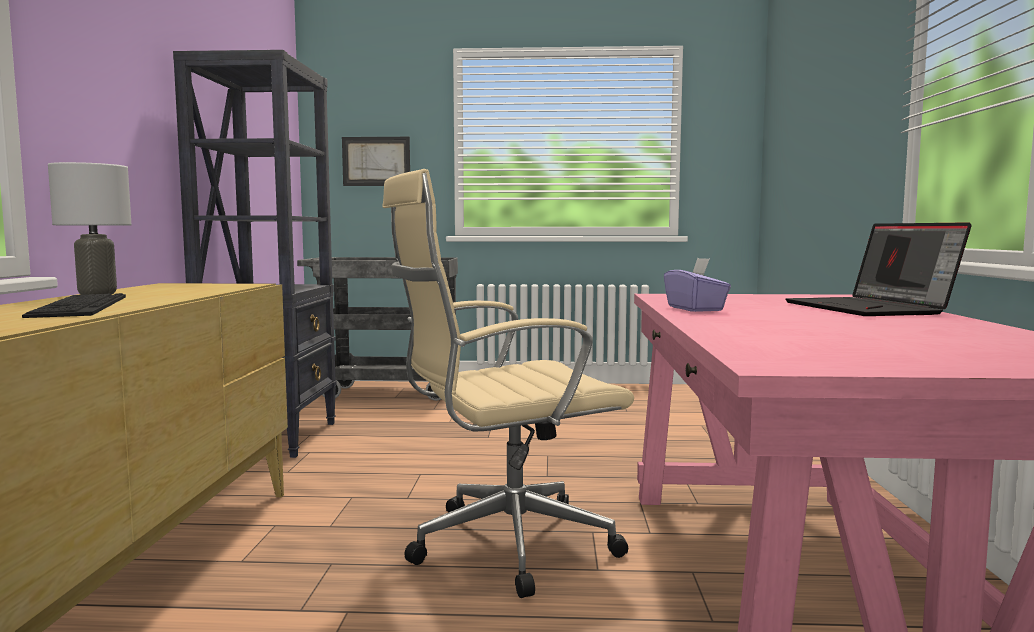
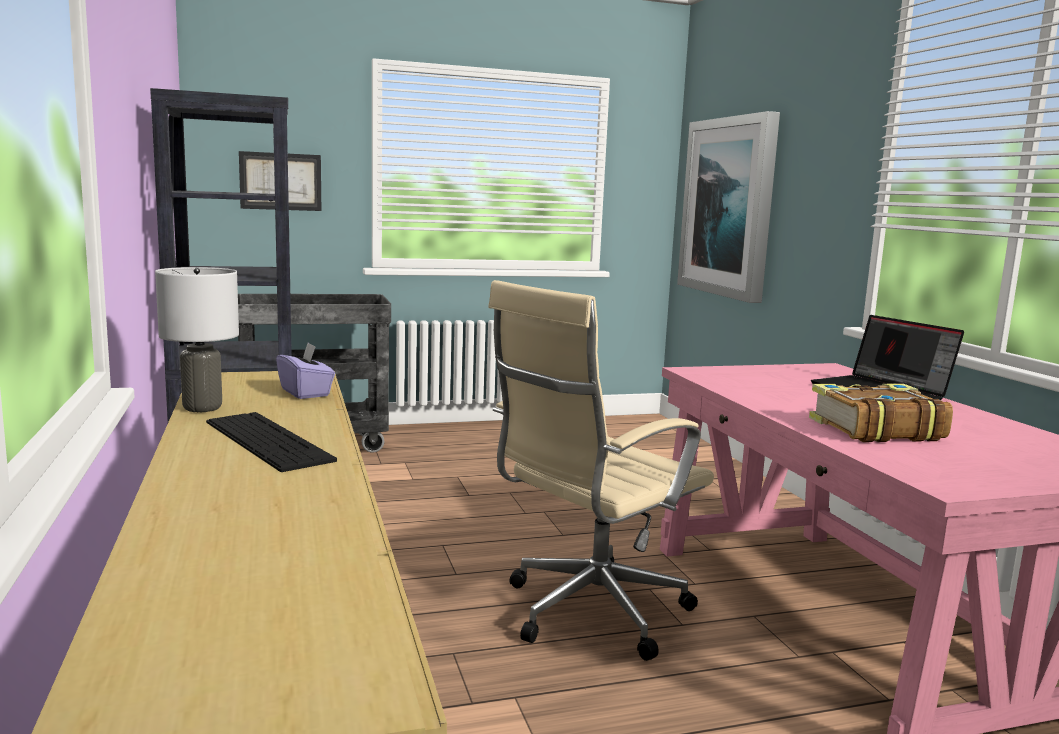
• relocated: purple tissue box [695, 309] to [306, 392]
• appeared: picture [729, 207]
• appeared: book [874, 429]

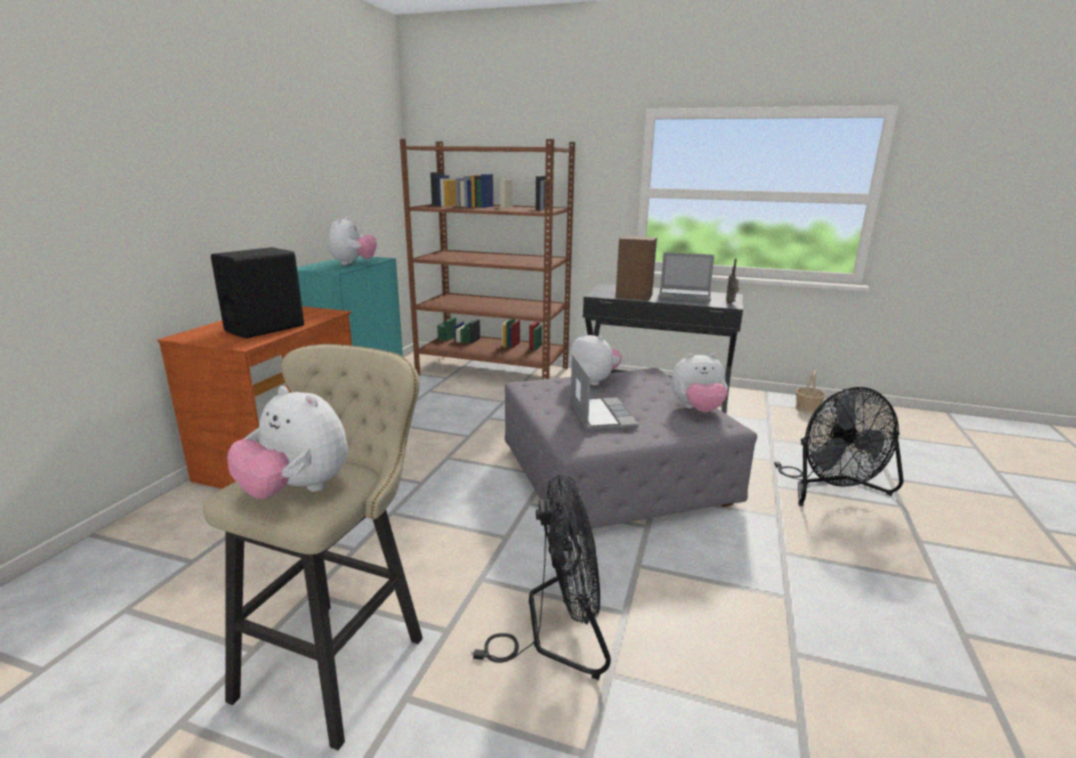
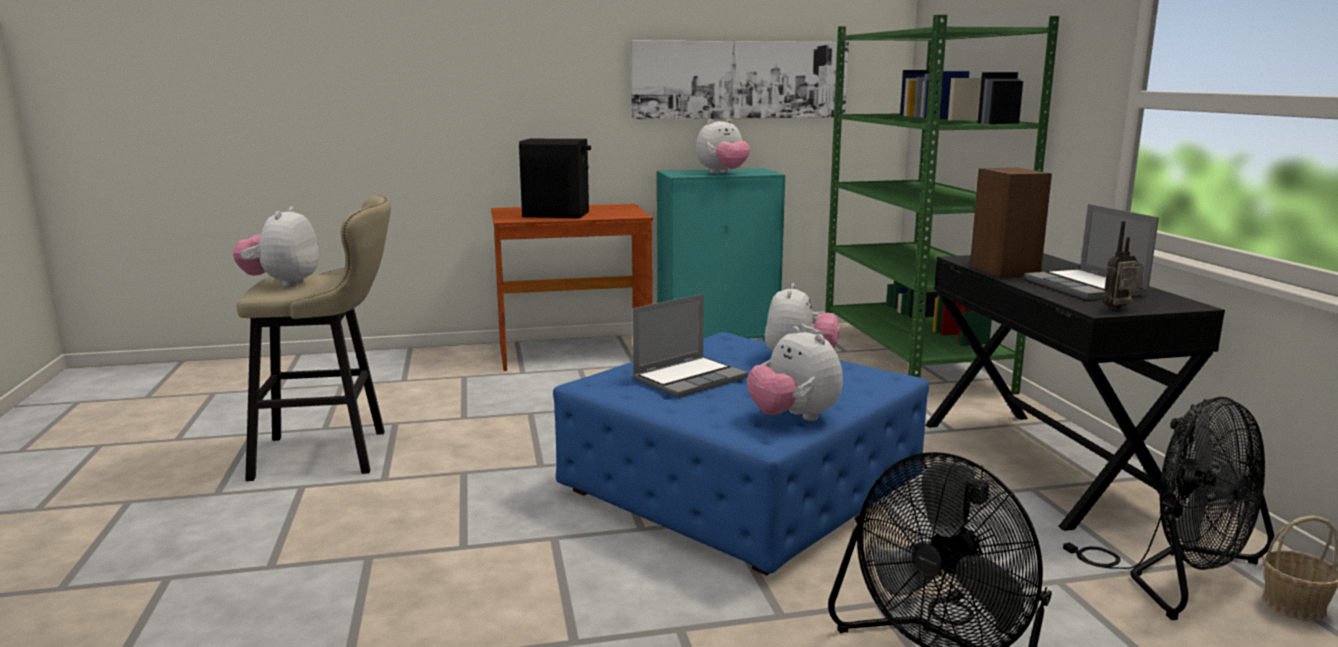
• colour: brown bookcase [493, 371] to green bookcase [912, 363]
• relocated: black fan [554, 625] to [1175, 575]
• colour: grey ottoman [613, 474] to blue ottoman [740, 486]
• appeared: picture [740, 80]

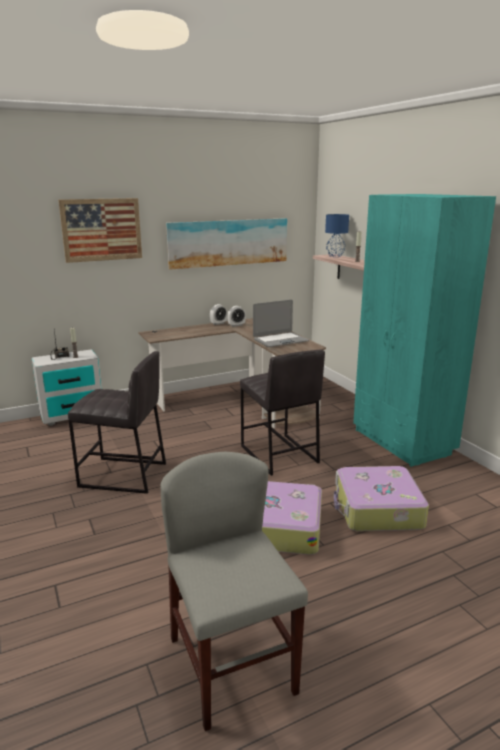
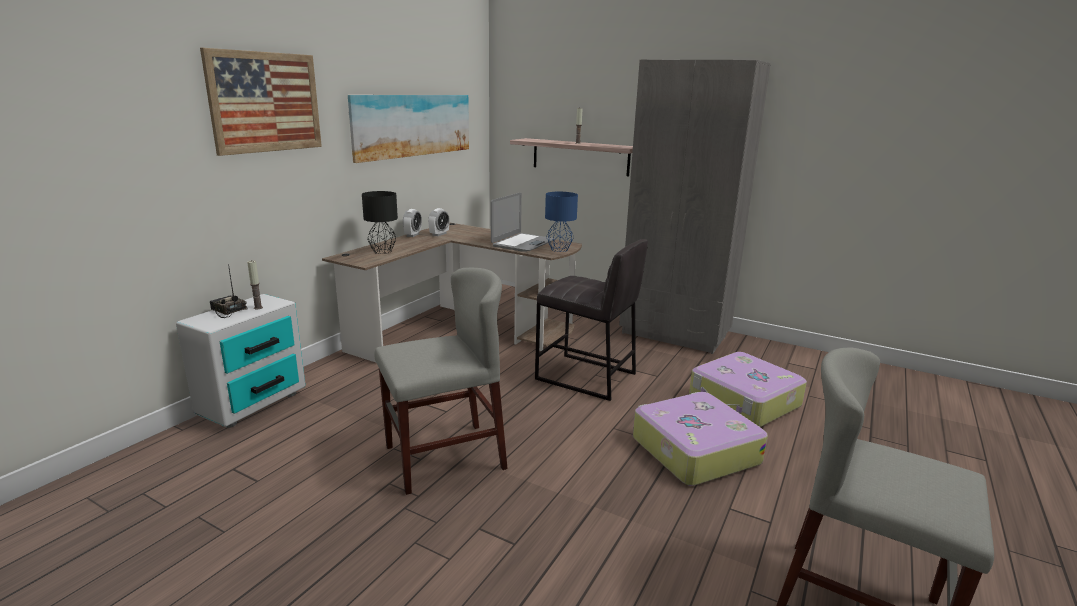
• exchanged: grey stool [123, 475] to grey chair [444, 457]
• relocated: blue table lamp [335, 256] to [559, 250]
• colour: turquoise wardrobe [403, 442] to grey wardrobe [675, 334]
• appeared: black table lamp [382, 252]

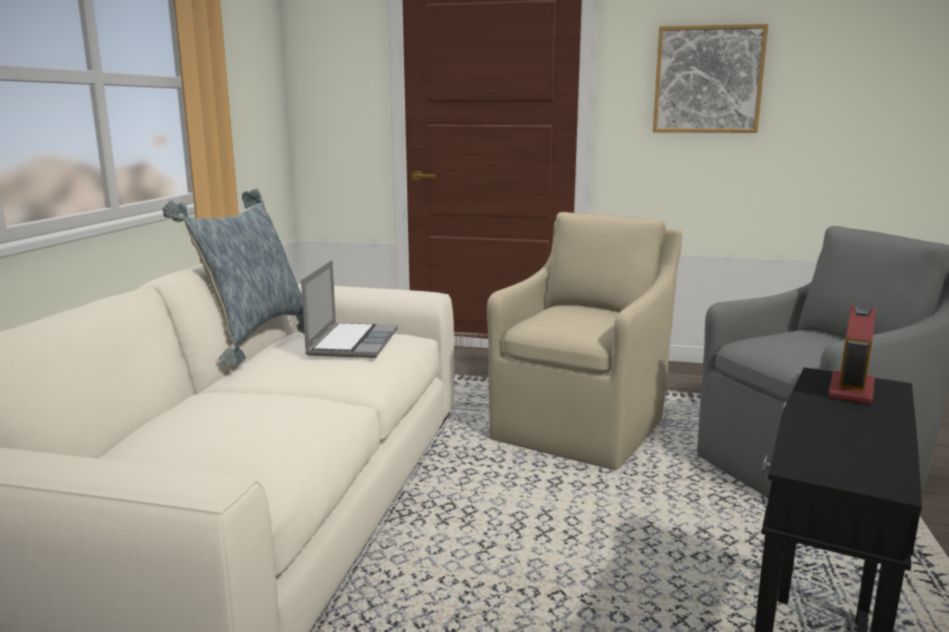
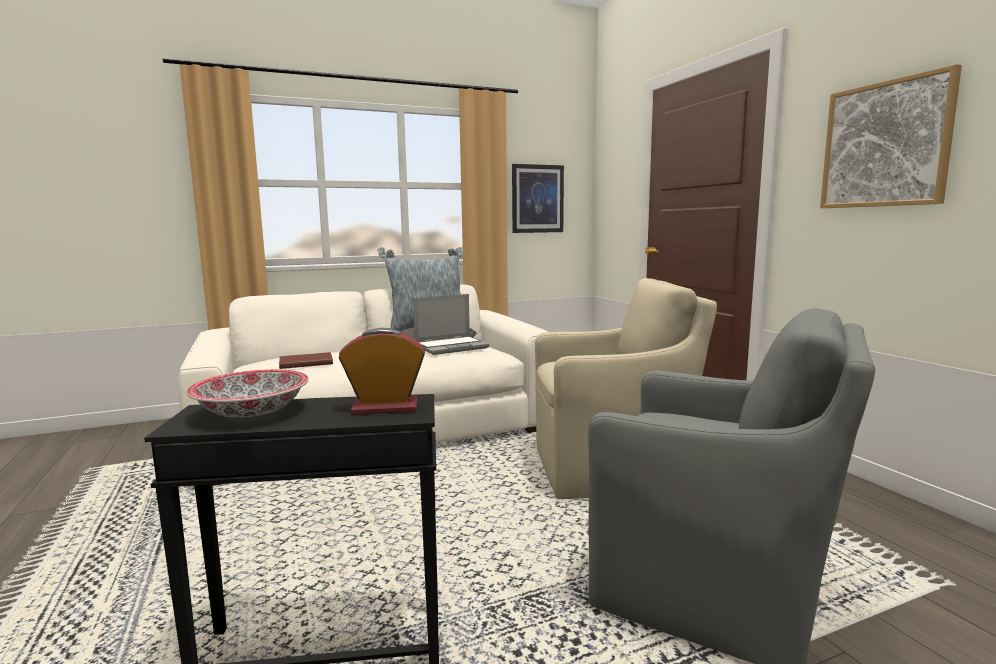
• appeared: bowl [251, 412]
• appeared: brown book [305, 363]
• appeared: picture [537, 199]

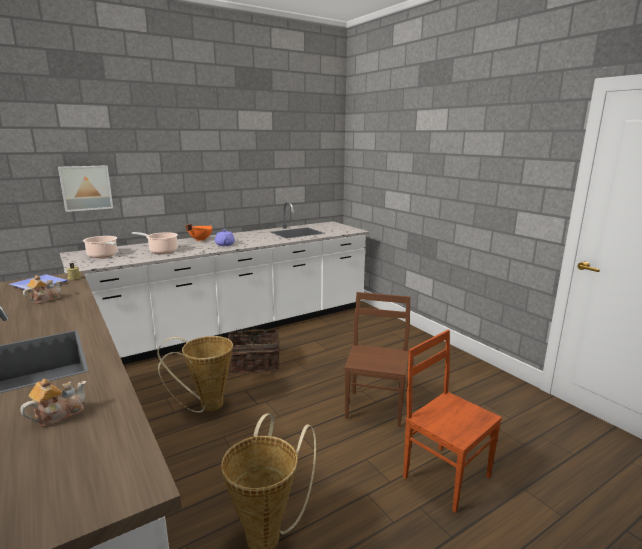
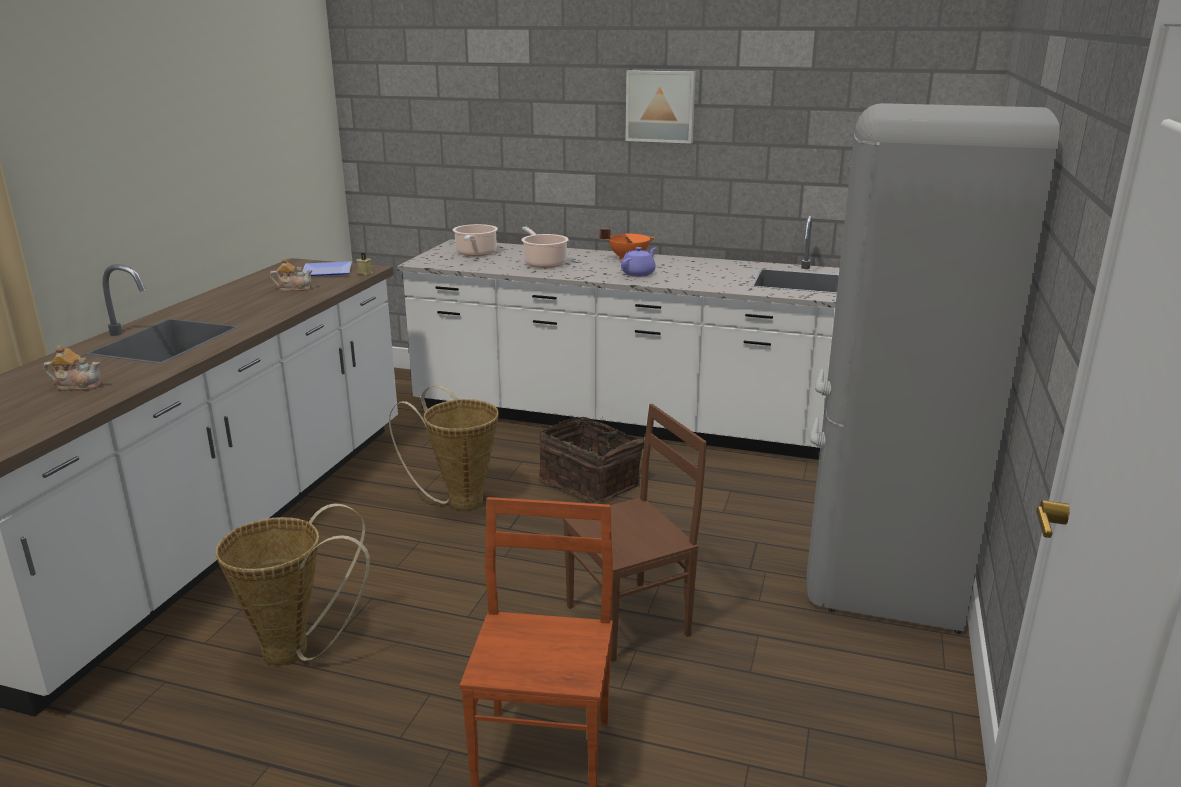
• relocated: picture [86, 188] to [660, 106]
• appeared: grey fridge [880, 579]

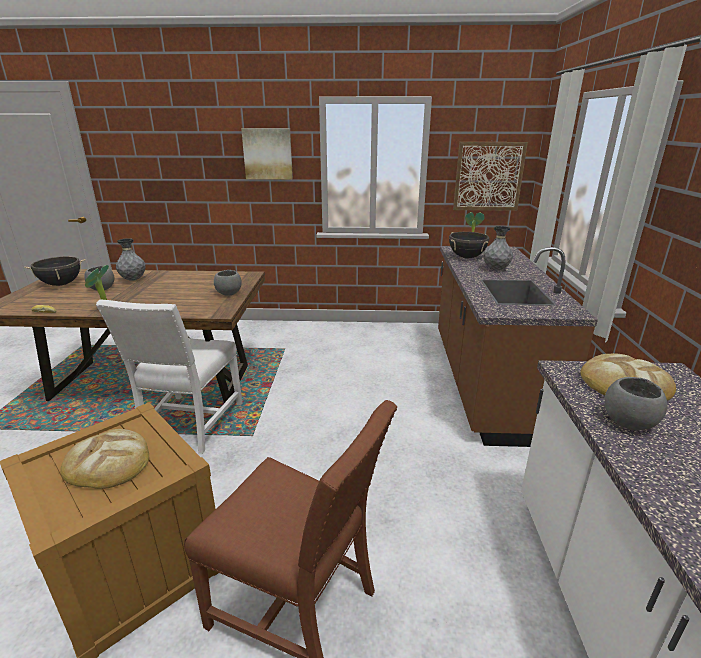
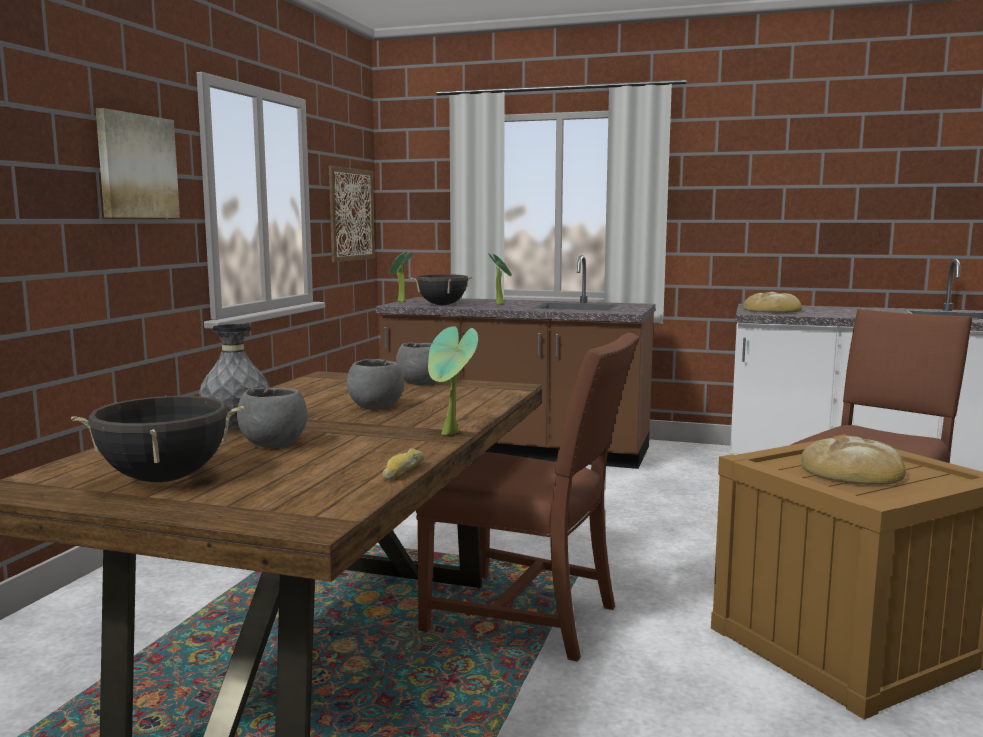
• colour: white chair [190, 425] to brown chair [528, 618]
• exchanged: grey vase [496, 269] to potted plant [500, 304]
• relocated: grey bowl [627, 422] to [375, 407]

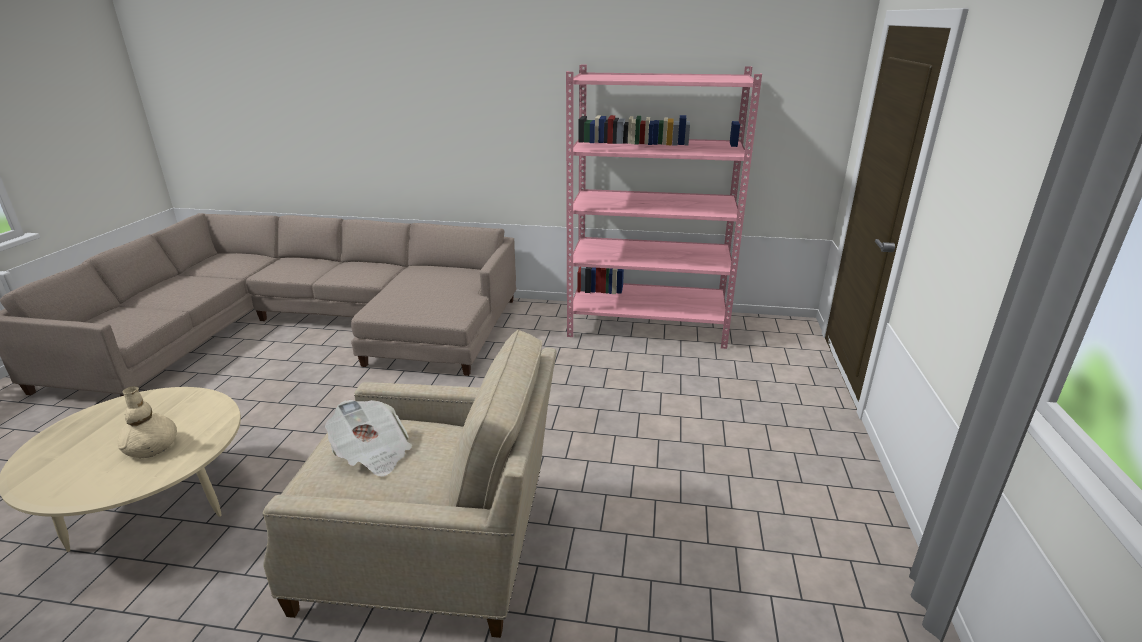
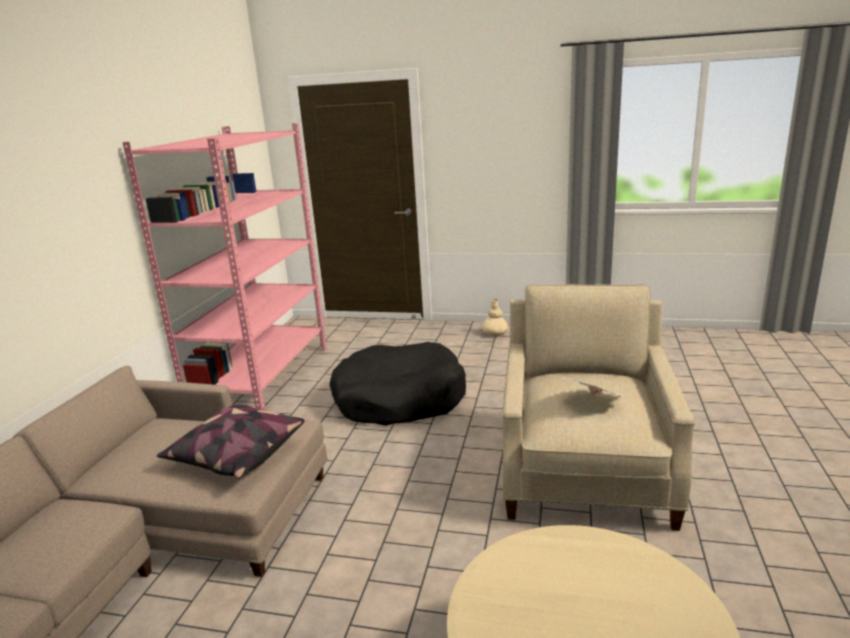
• relocated: beige vase [152, 447] to [495, 333]
• appeared: pillow [236, 455]
• appeared: black dog bed [399, 399]

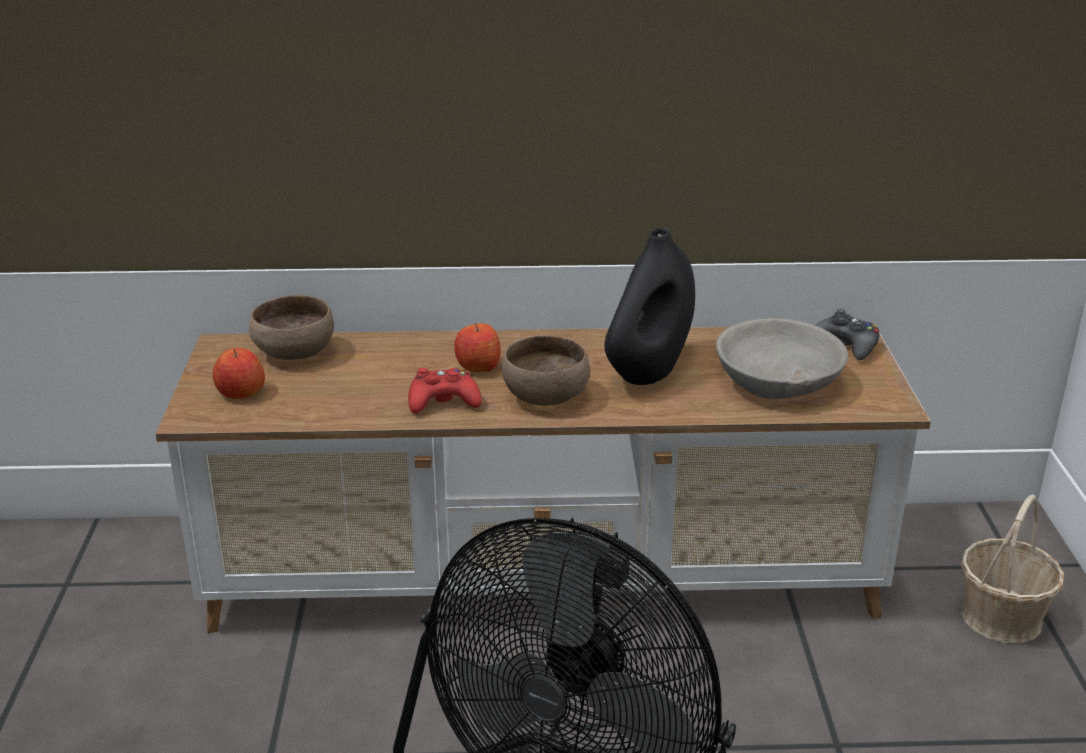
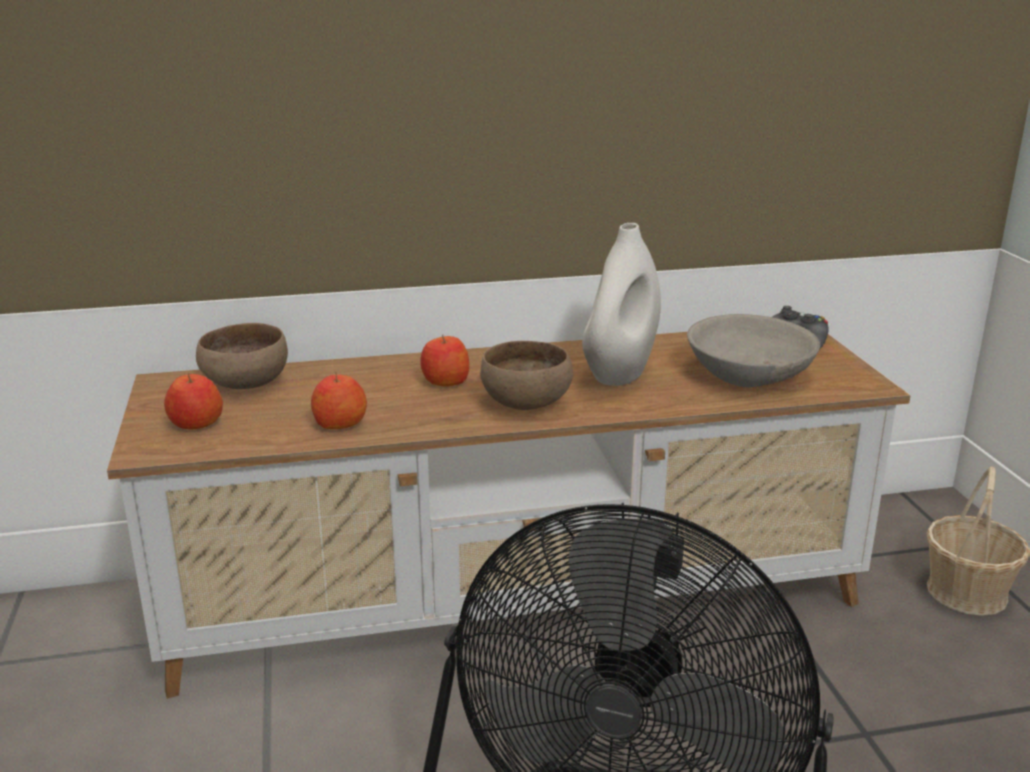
• missing: red game controller [443, 401]
• colour: black vase [648, 372] to white vase [620, 374]
• appeared: apple [340, 423]

